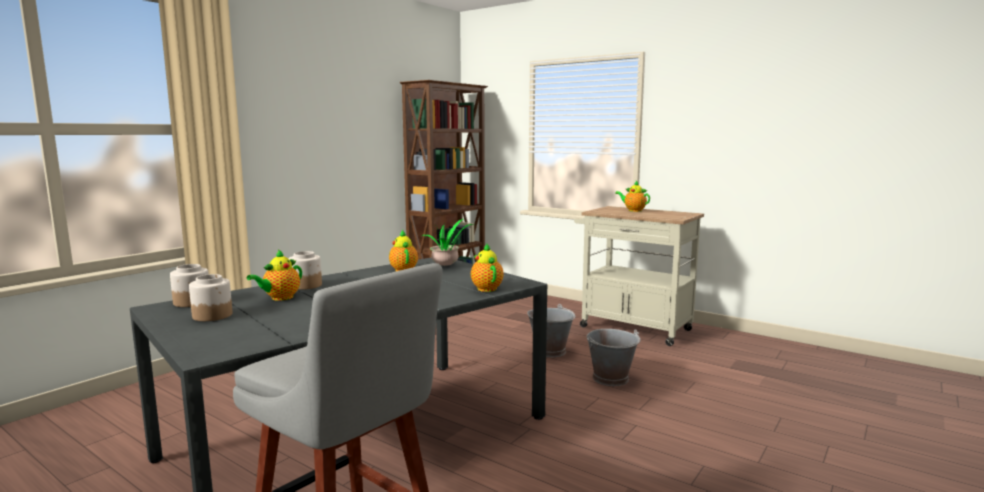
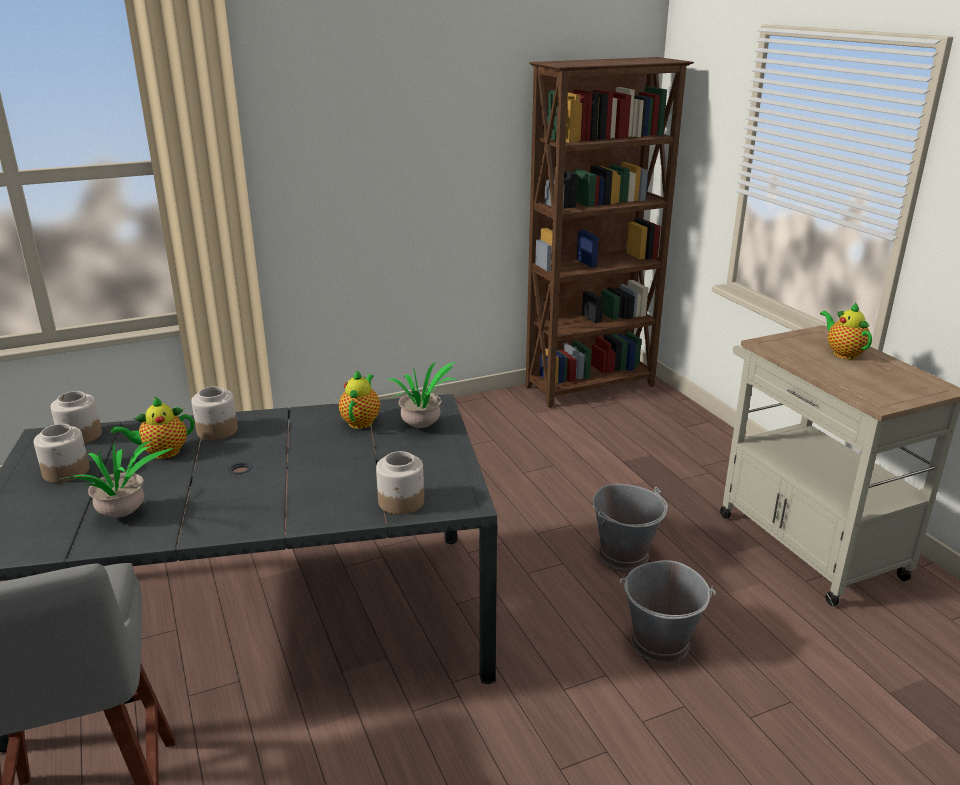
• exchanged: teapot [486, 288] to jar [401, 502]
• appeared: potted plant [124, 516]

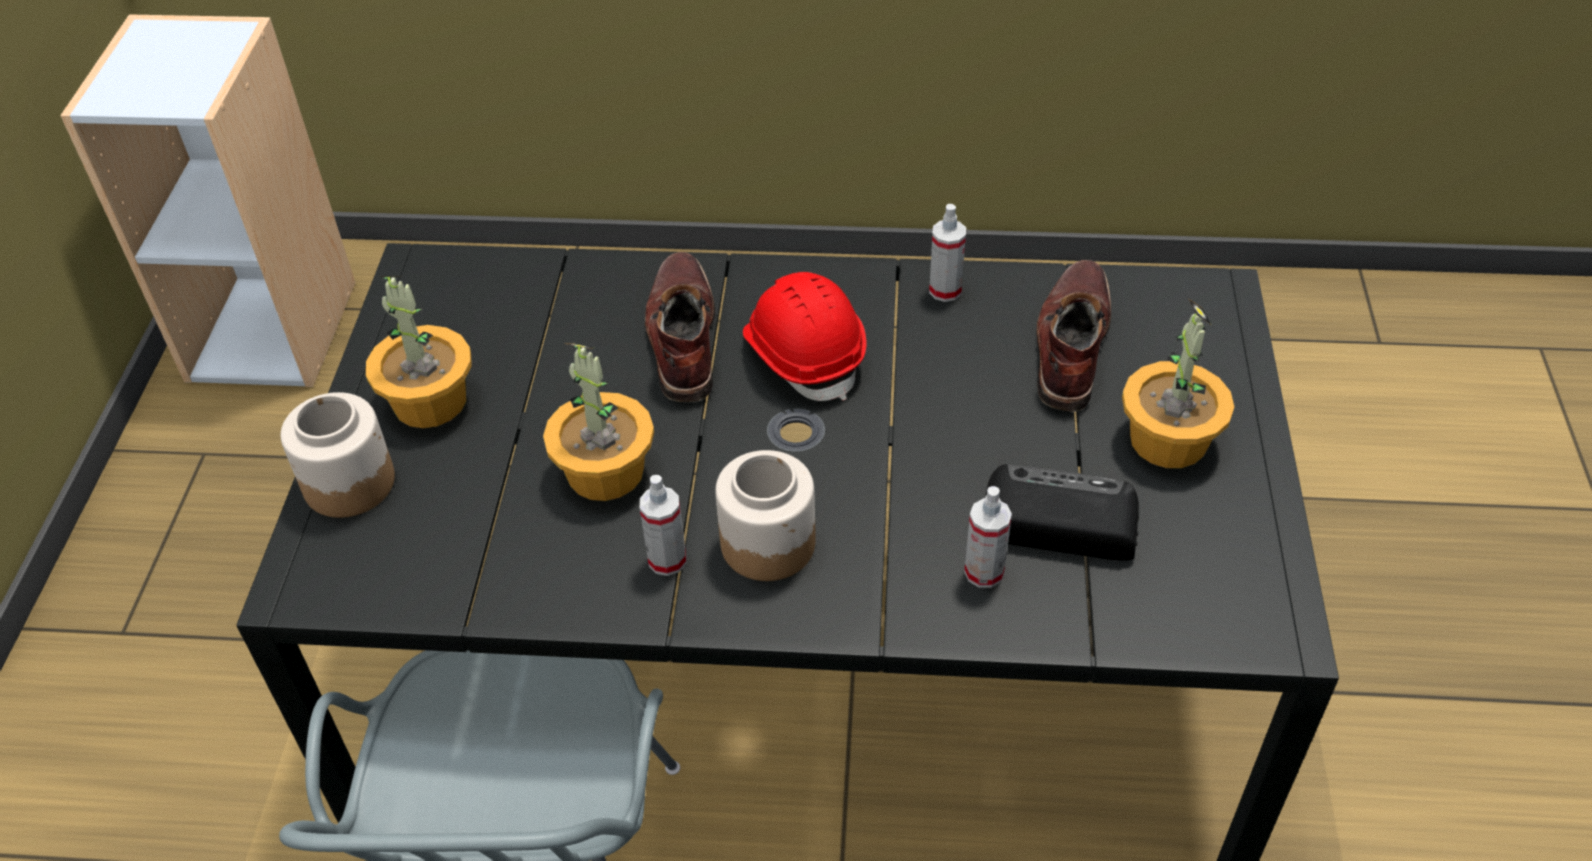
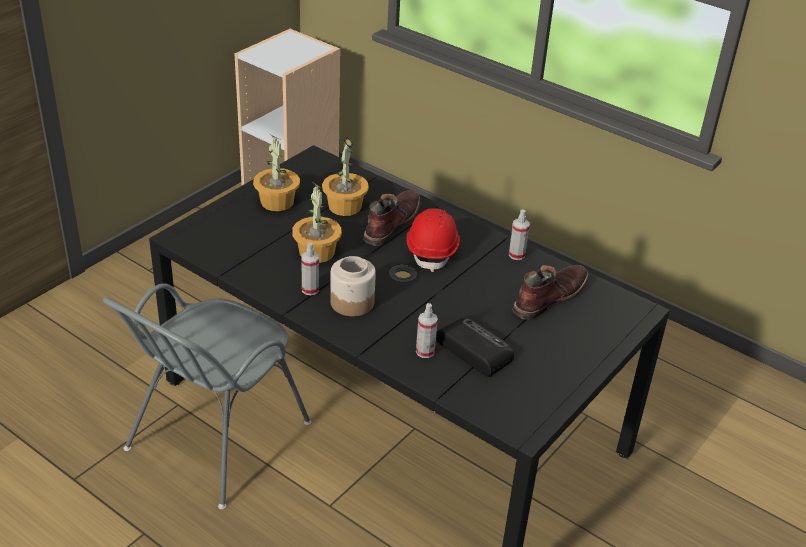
• missing: jar [349, 482]
• relocated: potted plant [1167, 440] to [344, 206]

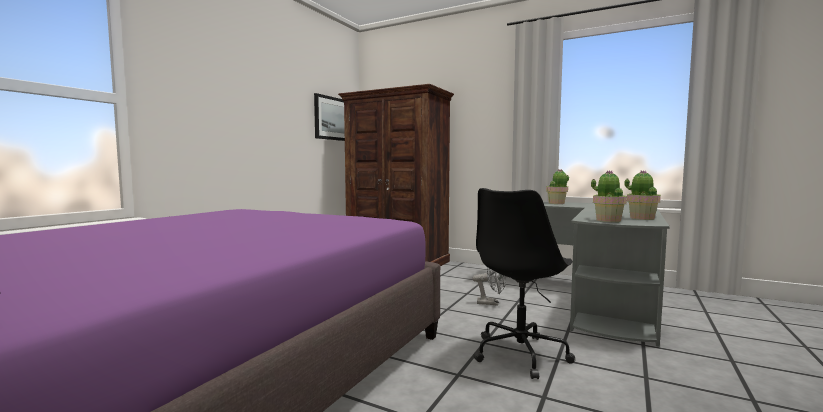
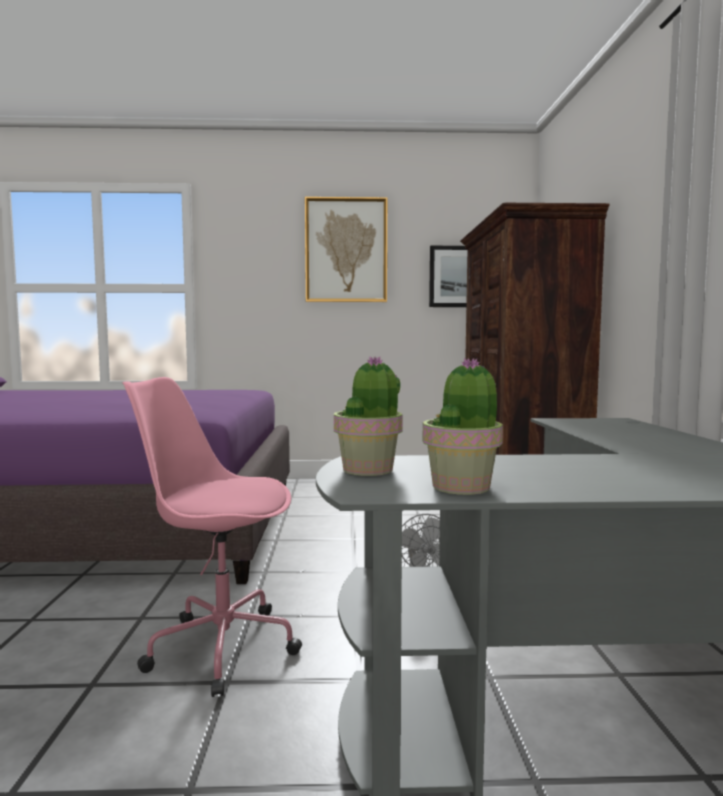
• colour: black office chair [519, 355] to pink office chair [219, 648]
• missing: potted plant [557, 203]
• appeared: picture [346, 250]

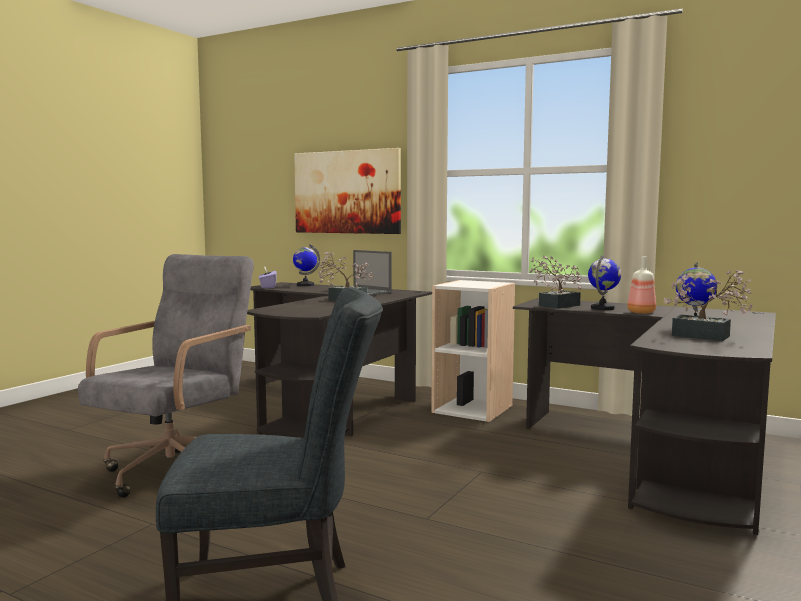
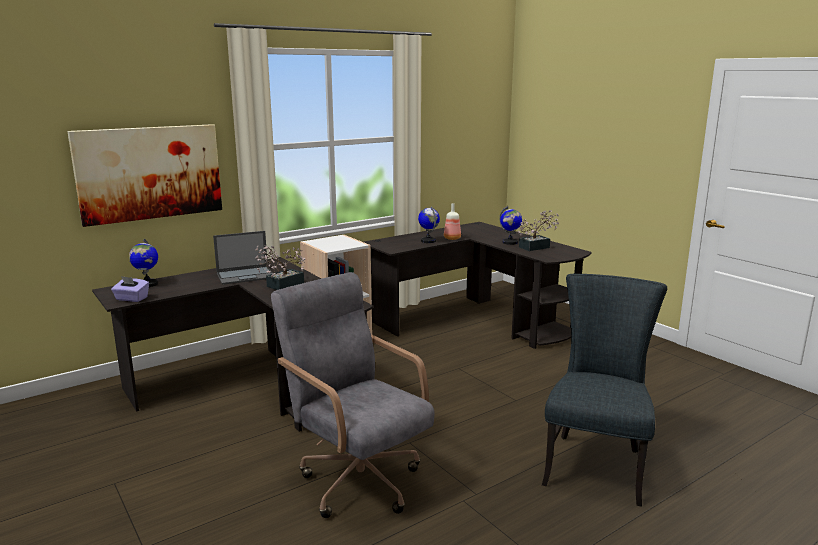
• missing: potted plant [555, 306]

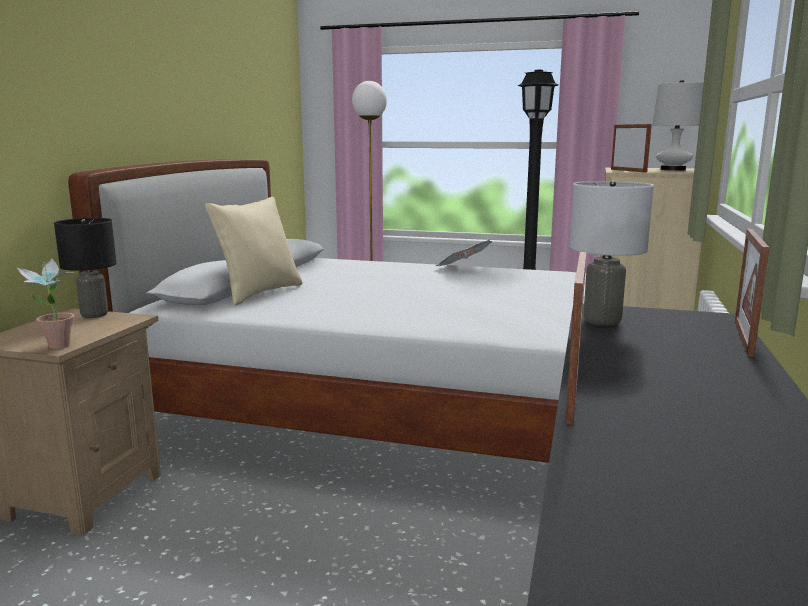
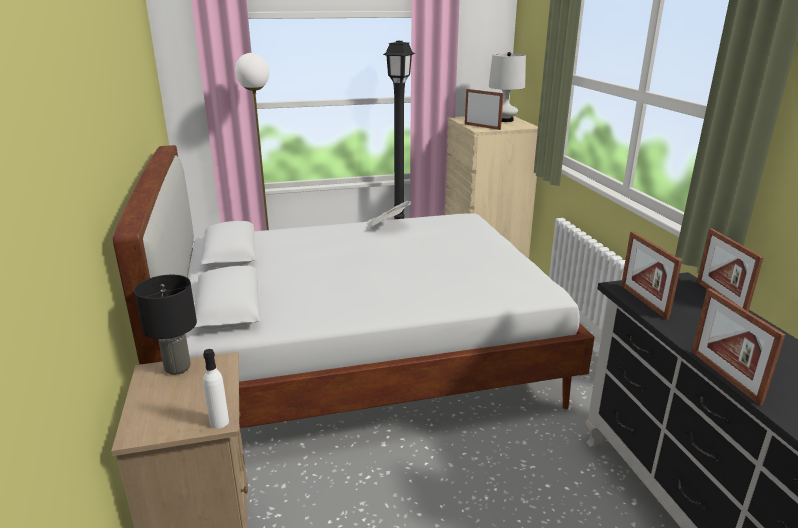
• exchanged: potted plant [56, 348] to white bottle [219, 422]
• missing: beige pillow [259, 293]
• exchanged: white table lamp [603, 322] to picture frame [643, 301]

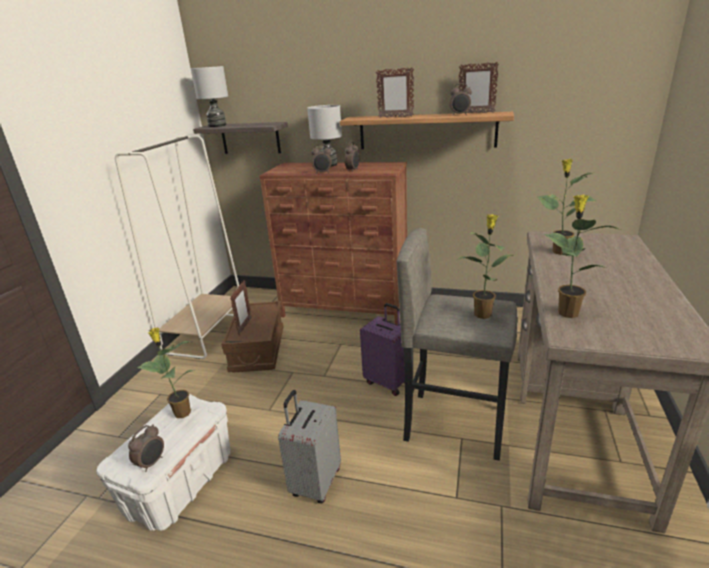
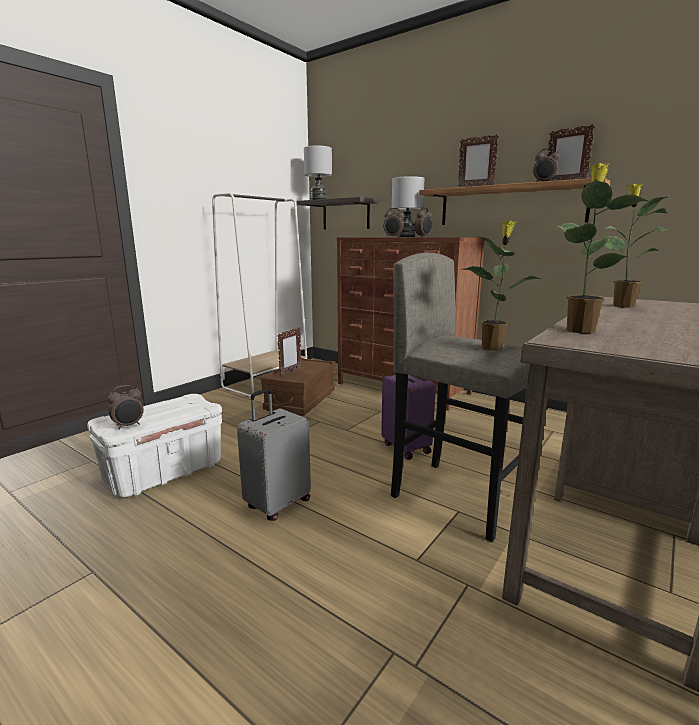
• missing: potted plant [181, 412]

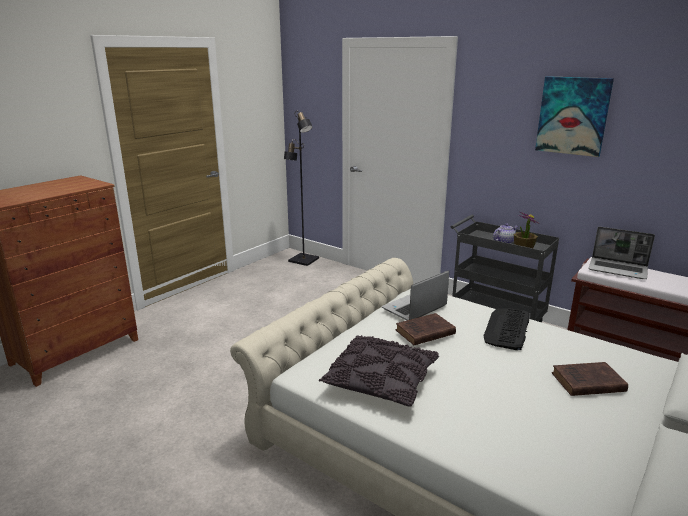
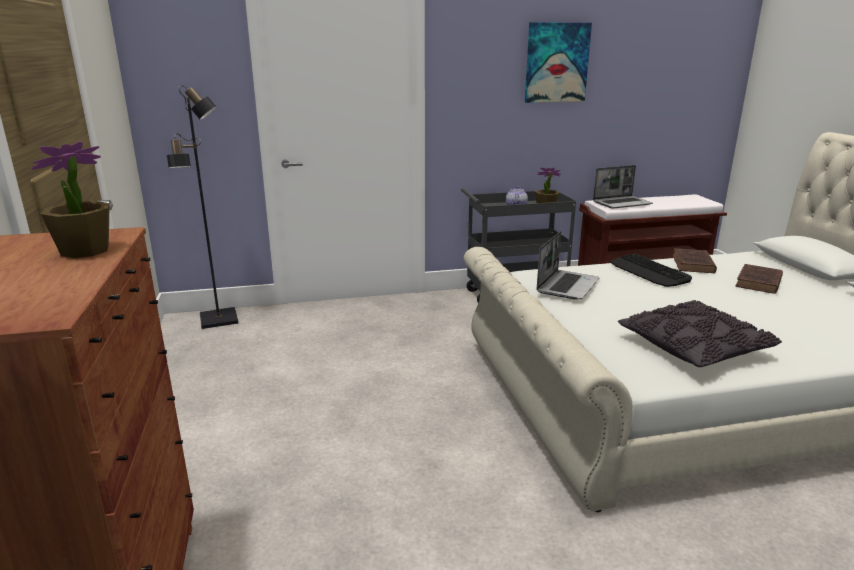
• spun: laptop [414, 308] = [567, 286] 150 degrees counterclockwise
• relocated: brown book [423, 333] to [693, 264]
• appeared: potted plant [85, 251]

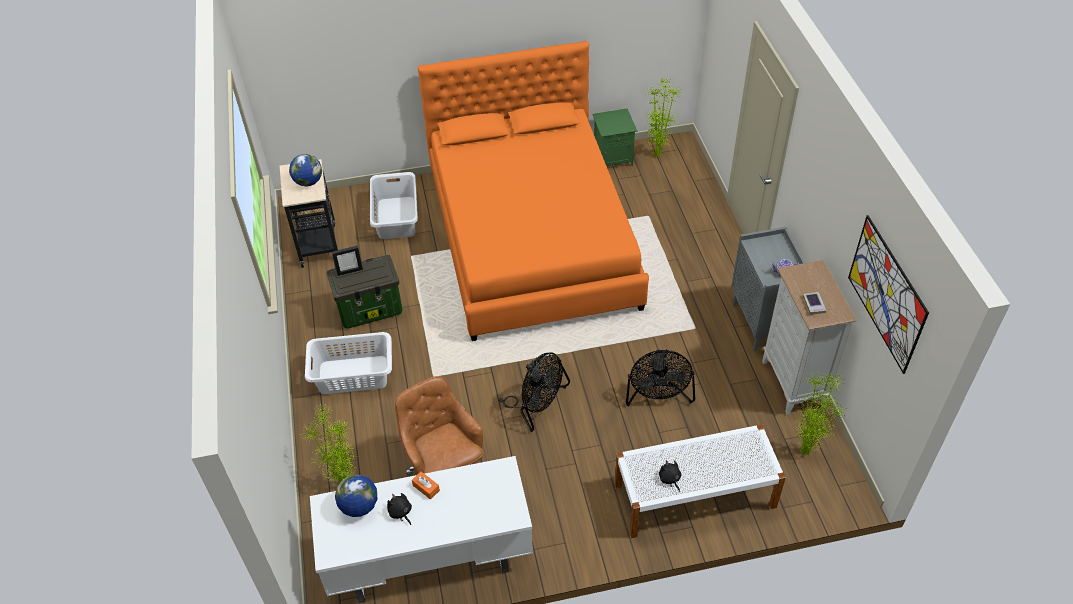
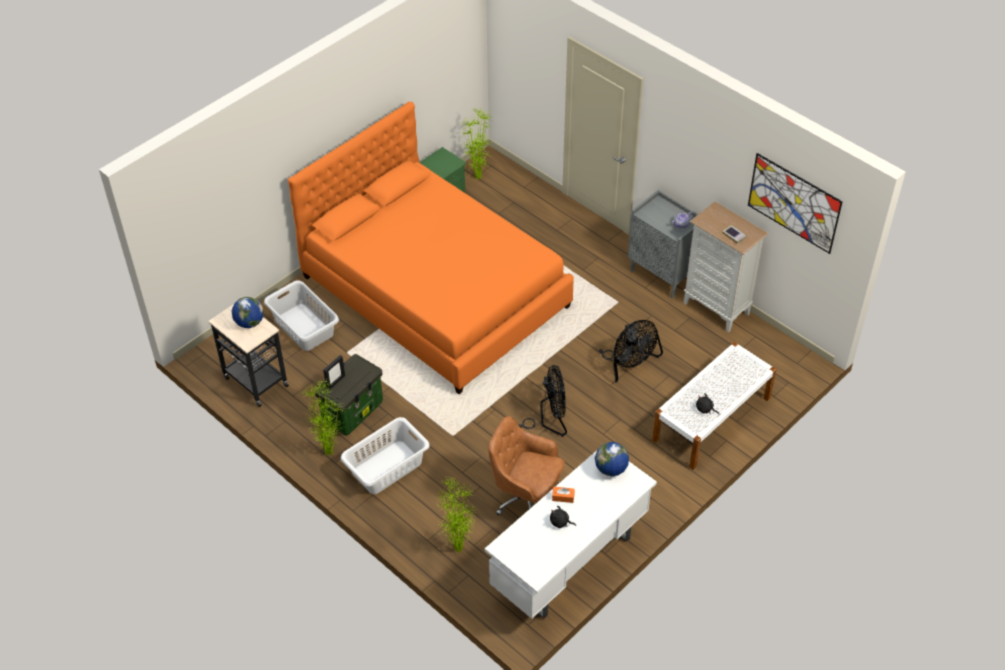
• relocated: globe [359, 506] to [611, 469]
• relocated: potted plant [806, 452] to [329, 452]

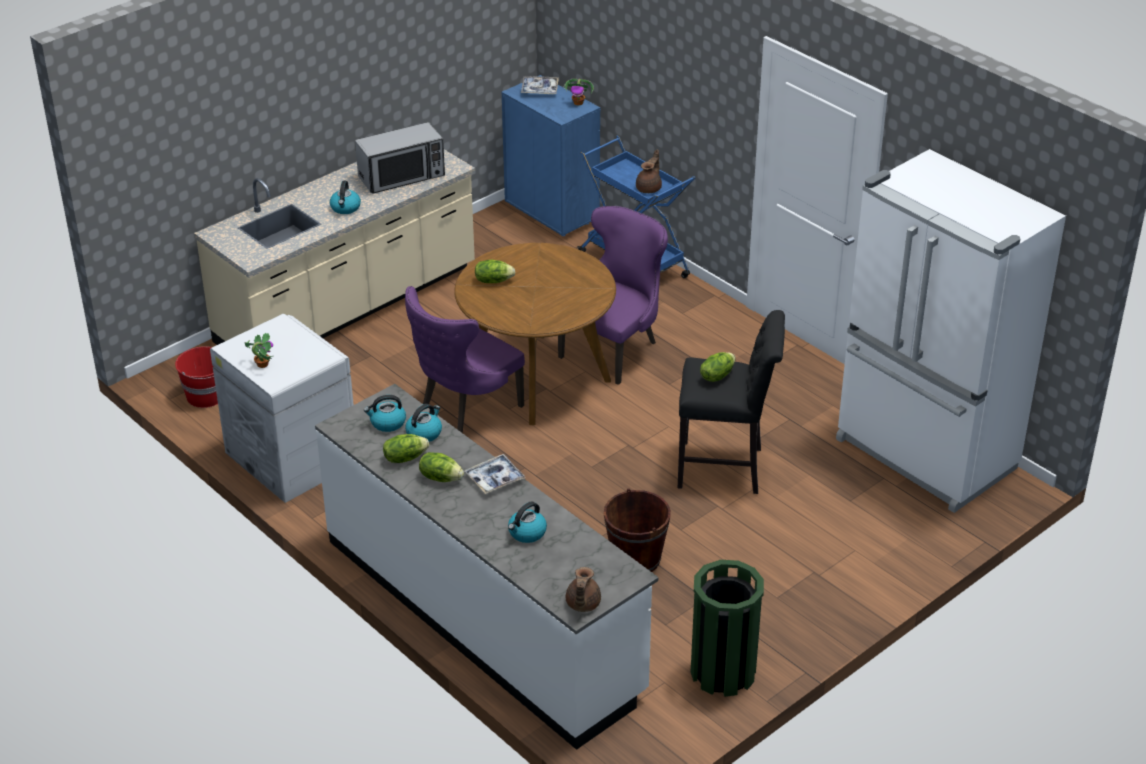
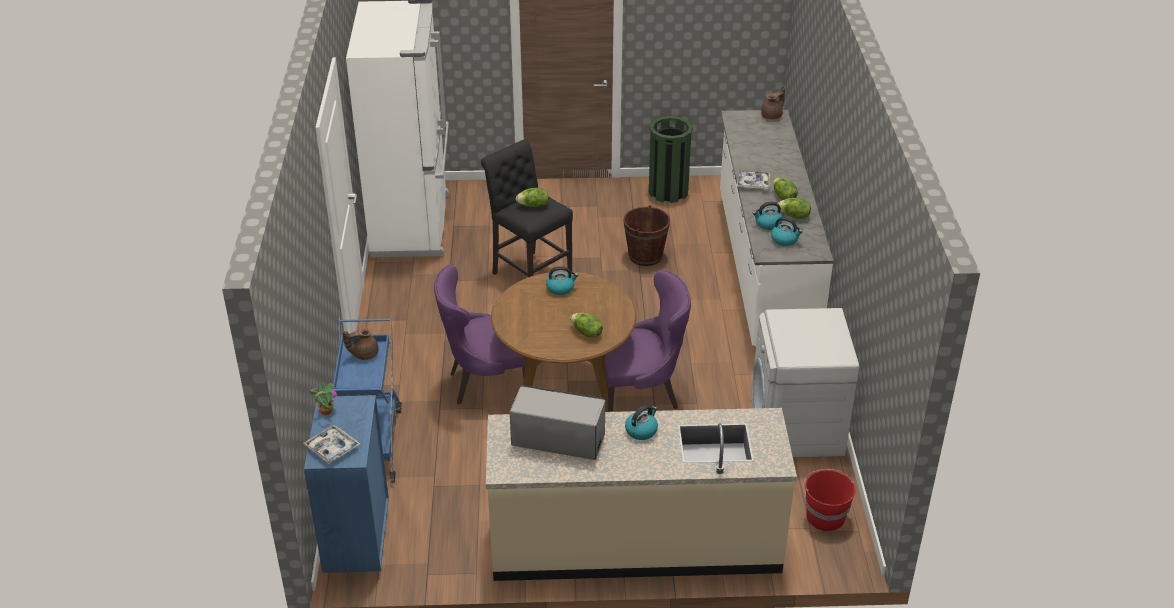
• missing: potted plant [262, 364]
• relocated: kettle [527, 533] to [560, 288]

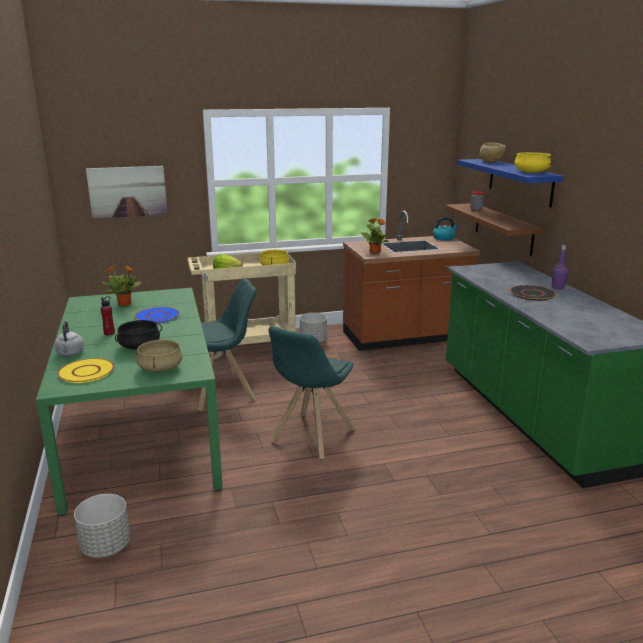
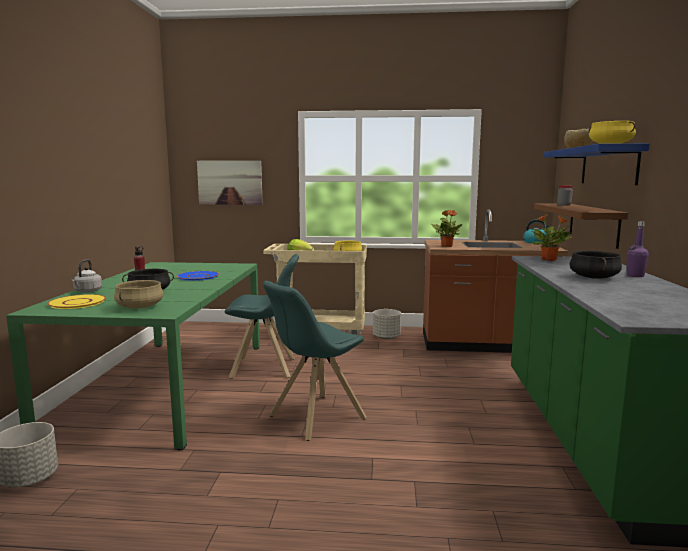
• relocated: potted plant [125, 304] to [549, 260]
• exchanged: black plate [532, 293] to black cooking pot [593, 277]

